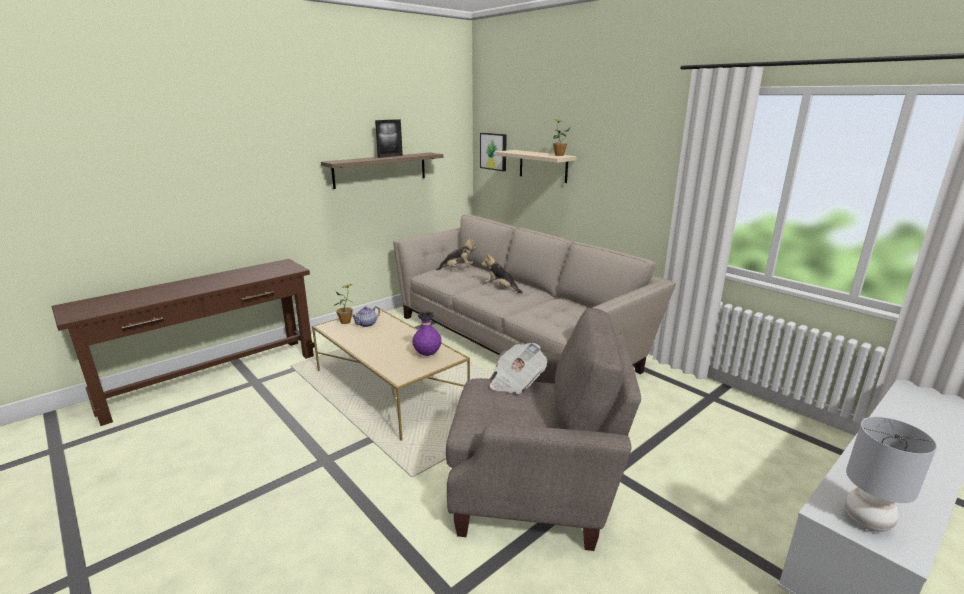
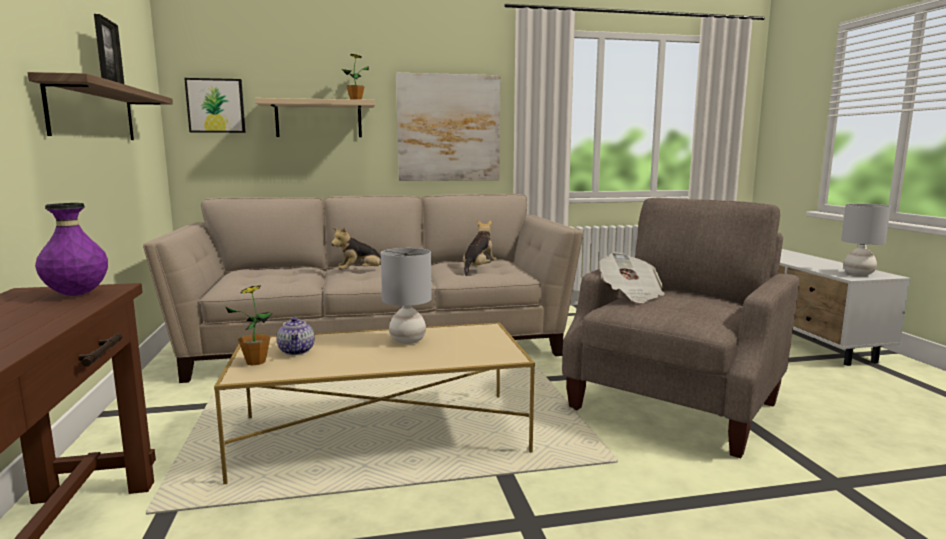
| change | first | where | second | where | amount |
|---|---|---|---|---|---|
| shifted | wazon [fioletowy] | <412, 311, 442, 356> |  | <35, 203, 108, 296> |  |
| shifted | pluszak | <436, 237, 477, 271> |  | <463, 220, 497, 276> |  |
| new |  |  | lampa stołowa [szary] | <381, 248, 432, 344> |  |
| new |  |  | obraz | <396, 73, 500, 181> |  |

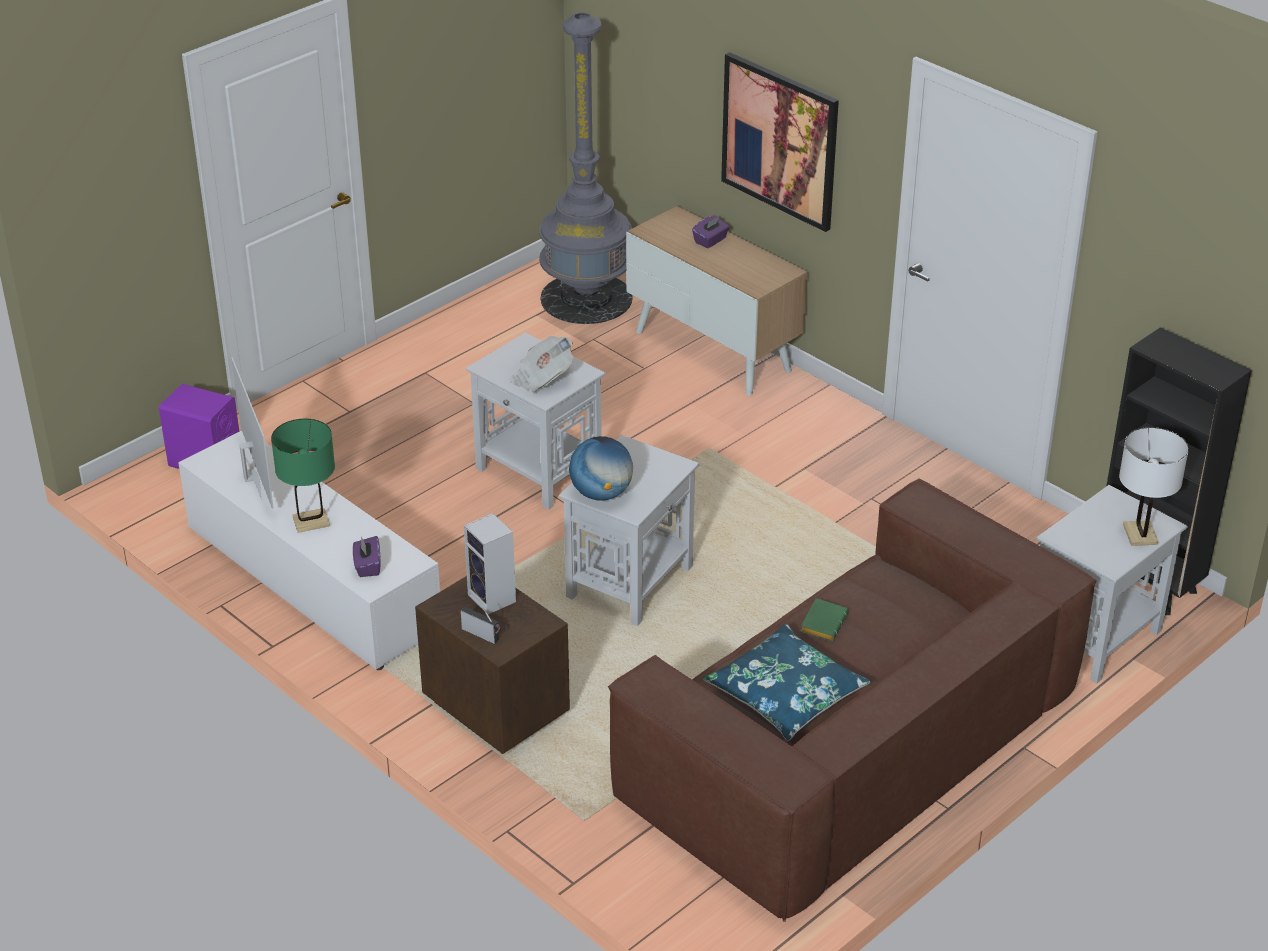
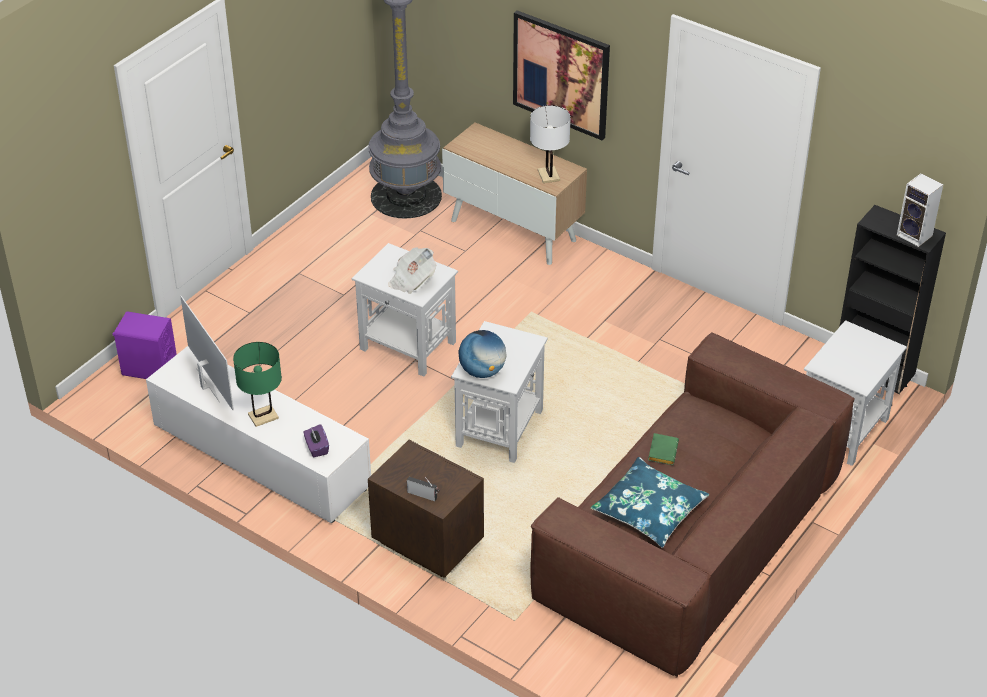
| change | first | where | second | where | amount |
|---|---|---|---|---|---|
| shifted | głośnik | <464, 513, 516, 615> |  | <897, 173, 943, 247> |  |
| gone | pudełko chusteczek [fioletowy] | <692, 215, 729, 248> |  |  |  |
| shifted | lampa stołowa [biały] | <1119, 427, 1189, 546> |  | <530, 105, 571, 183> |  |

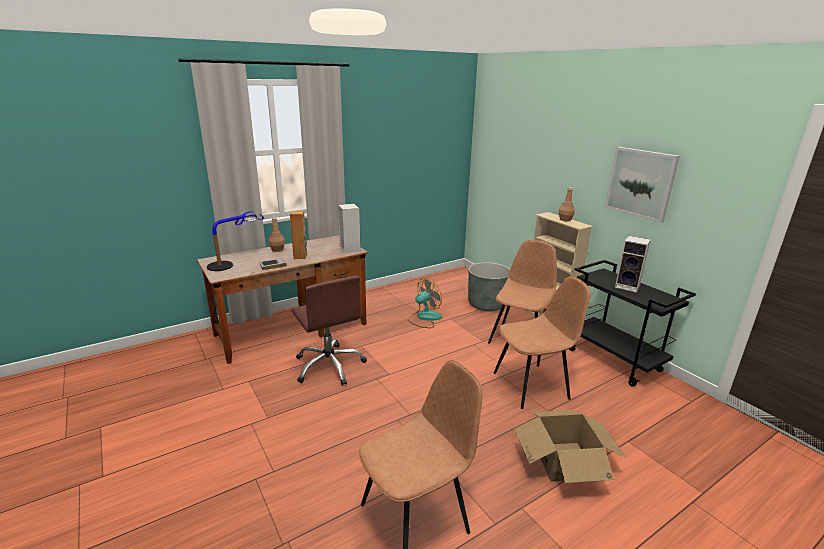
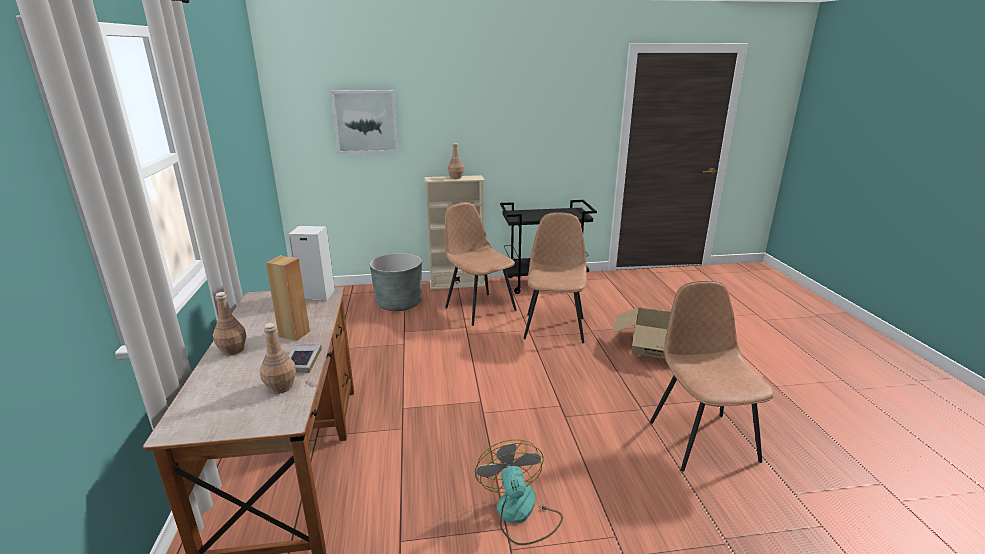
| change | first | where | second | where | amount |
|---|---|---|---|---|---|
| gone | lampa stołowa | <207, 212, 264, 271> |  |  |  |
| gone | krzesło biurowe [brązowy] | <292, 276, 367, 386> |  |  |  |
| shifted | wentylator | <408, 278, 442, 328> |  | <475, 439, 563, 545> |  |
| shifted | obraz | <605, 147, 680, 223> |  | <331, 90, 398, 154> |  |
| gone | głośnik | <615, 236, 651, 293> |  |  |  |
| new |  |  | butelka [brązowy] | <260, 323, 296, 394> |  |

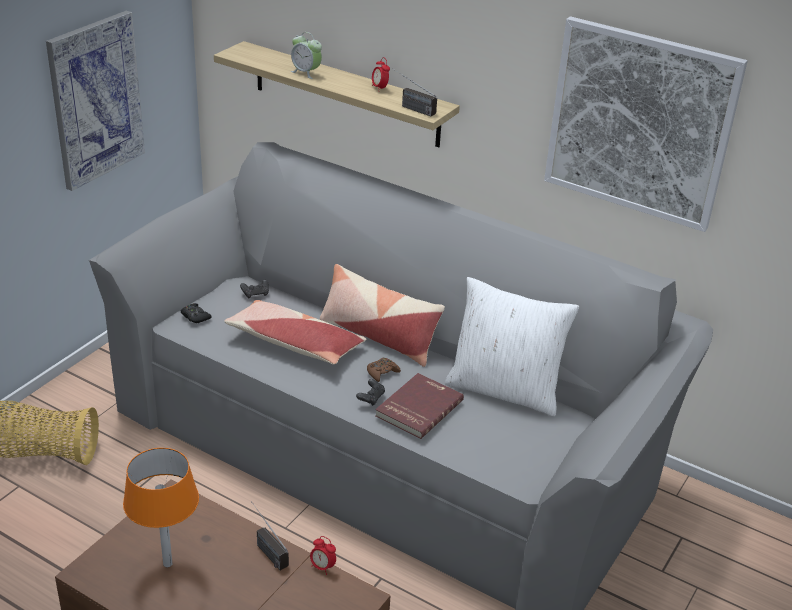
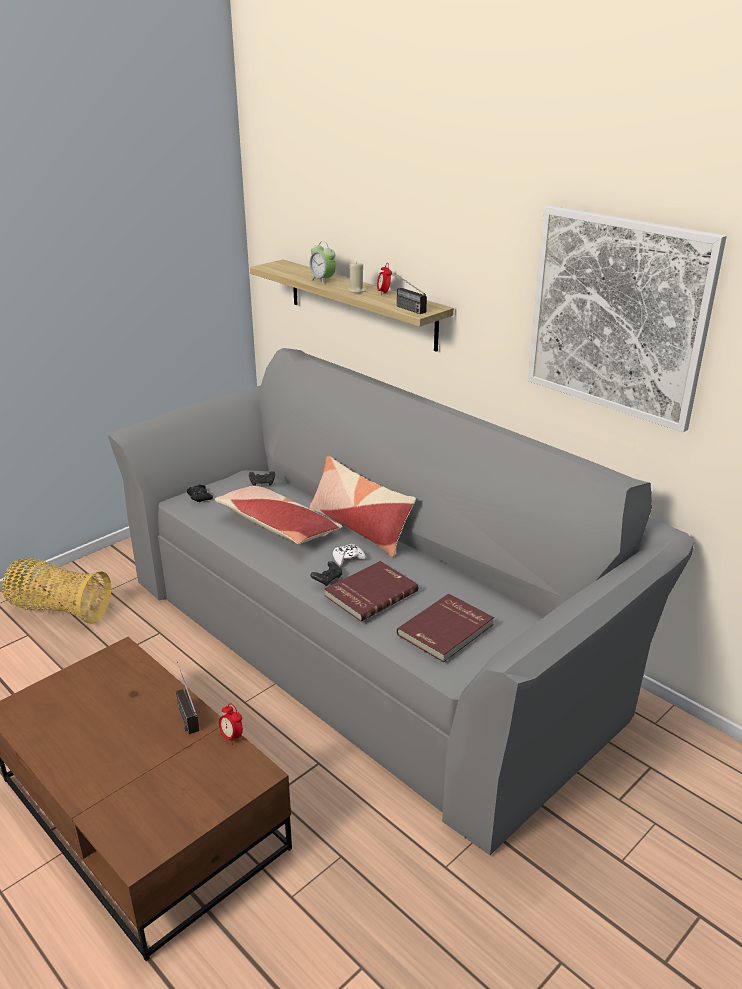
| change | first | where | second | where | amount |
|---|---|---|---|---|---|
| gone | obraz | <46, 11, 145, 191> |  |  |  |
| gone | lampa stołowa [pomarańczowy] | <123, 448, 199, 567> |  |  |  |
| repainted | pad do gier [brązowy] | <367, 357, 401, 382> | pad do gier [biały] | <333, 544, 366, 566> |  |
| gone | poduszka [biały] | <445, 277, 579, 417> |  |  |  |
| new |  |  | świeca [beżowy] | <348, 261, 366, 293> |  |
| new |  |  | książka [czerwony] | <397, 594, 494, 662> |  |

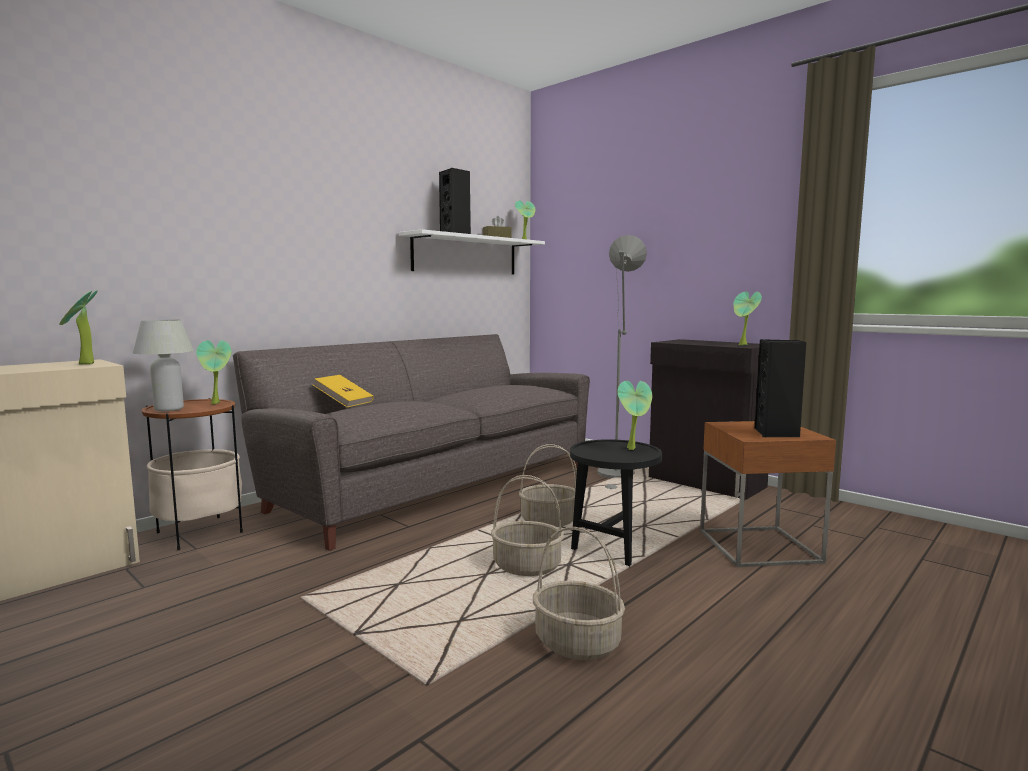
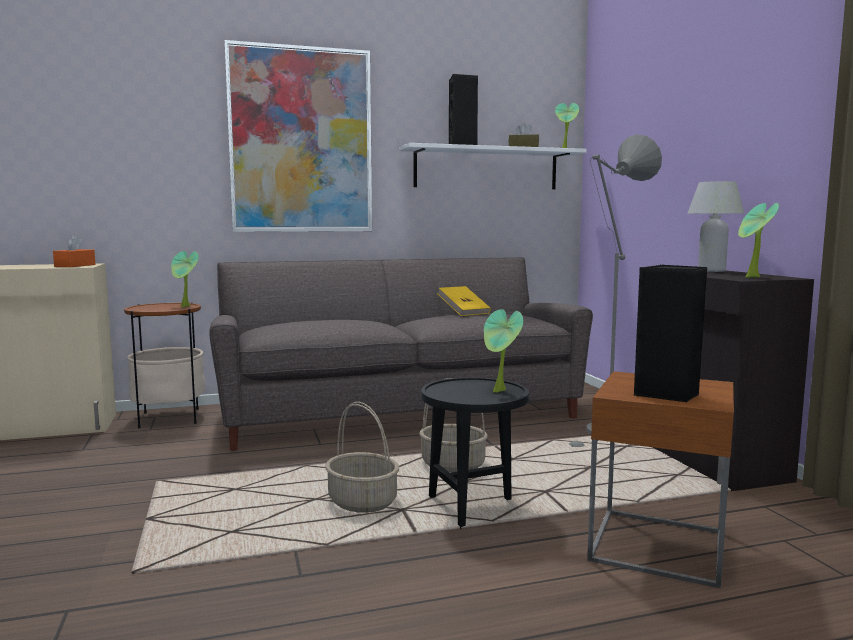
| change | first | where | second | where | amount |
|---|---|---|---|---|---|
| swapped | roślina doniczkowa | <59, 290, 98, 365> | pudełko chusteczek [pomarańczowy] | <53, 235, 95, 267> |  |
| shifted | lampa stołowa [biały] | <133, 320, 194, 411> |  | <687, 181, 744, 272> |  |
| shifted | książka [żółty] | <313, 375, 374, 407> |  | <437, 286, 491, 316> |  |
| gone | koszyk | <533, 527, 625, 660> |  |  |  |
| new |  |  | obraz | <224, 40, 372, 232> |  |

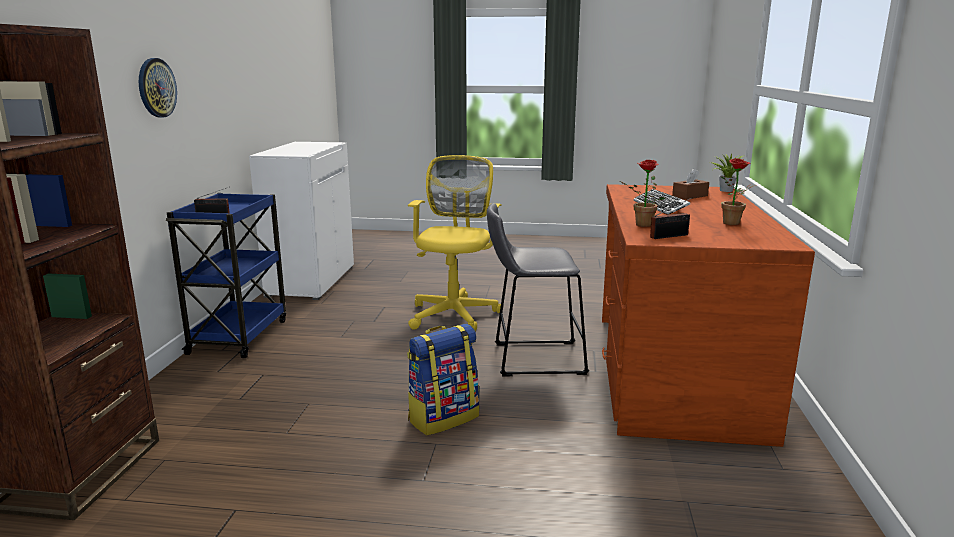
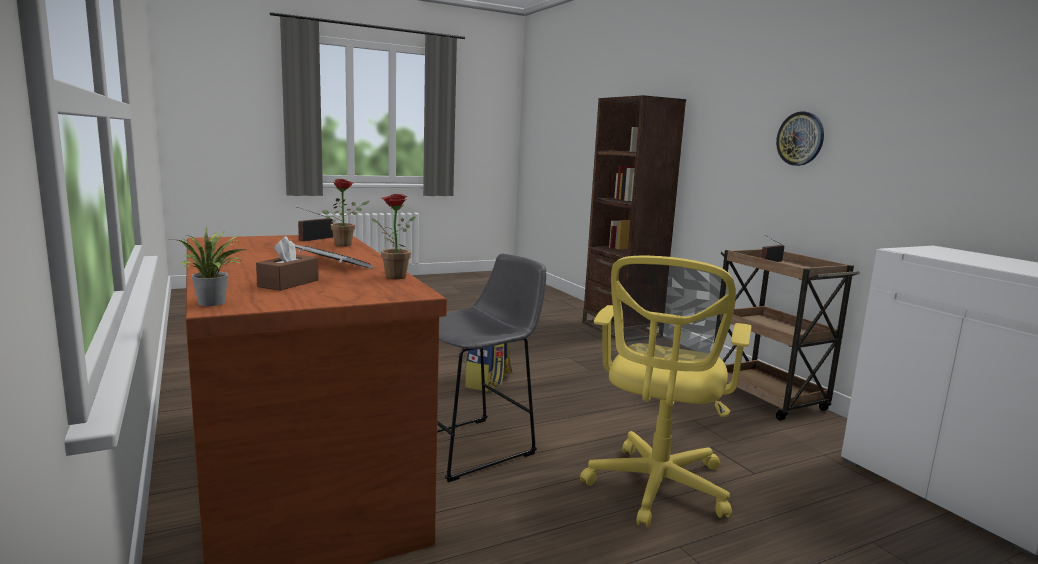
| change | first | where | second | where | amount |
|---|---|---|---|---|---|
| repainted | wózek [niebieski] | <166, 193, 286, 358> | wózek [brązowy] | <718, 249, 860, 421> |  |
| rotated | krzesło biurowe [żółty] | <408, 155, 502, 331> |  | <580, 256, 751, 528> | 45 degrees clockwise |
| shifted | roślina doniczkowa | <721, 158, 755, 225> |  | <371, 194, 415, 279> |  |

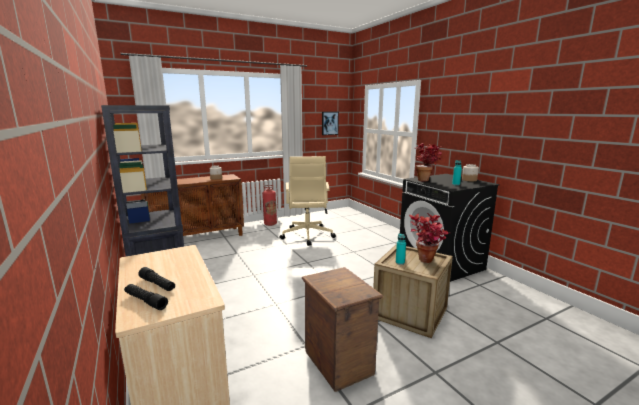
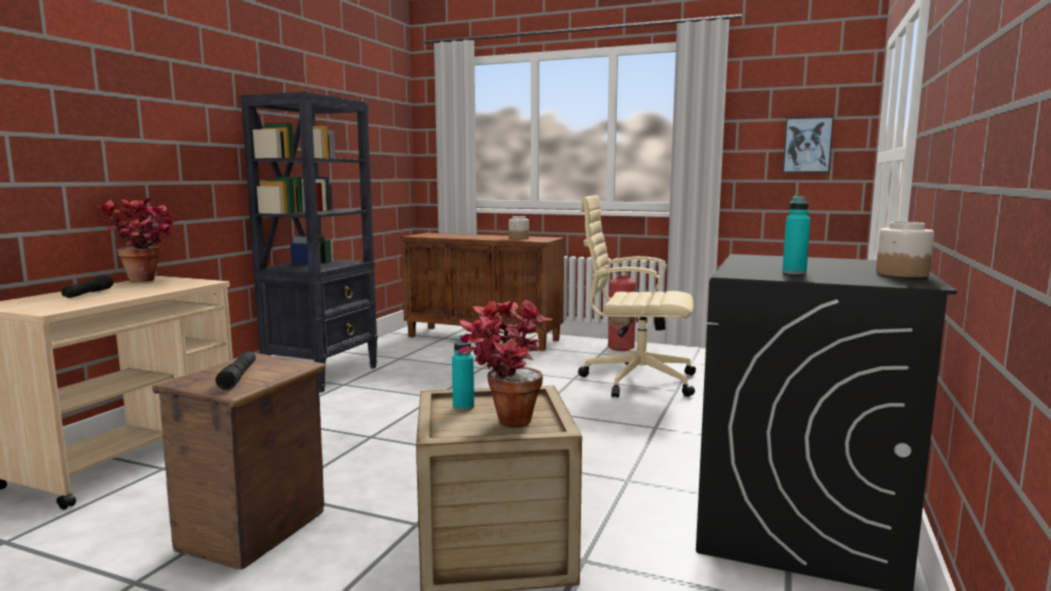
| change | first | where | second | where | amount |
|---|---|---|---|---|---|
| shifted | latarka [czarny] | <124, 284, 168, 310> |  | <216, 351, 256, 390> |  |
| rotated | krzesło biurowe [beżowy] | <280, 156, 336, 246> |  | <578, 195, 696, 397> | 60 degrees clockwise |
| shifted | roślina doniczkowa | <416, 143, 442, 182> |  | <92, 198, 180, 282> |  |

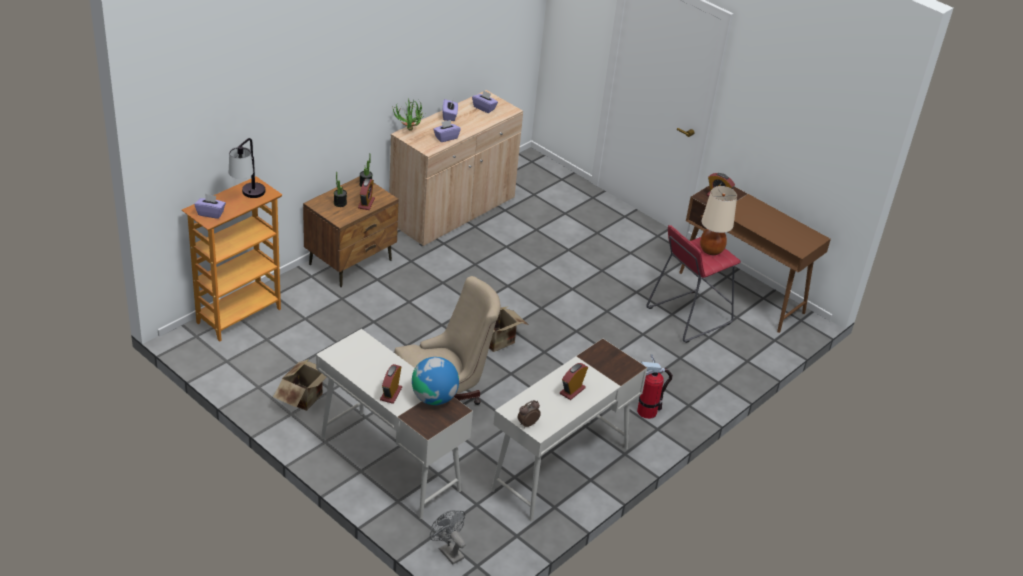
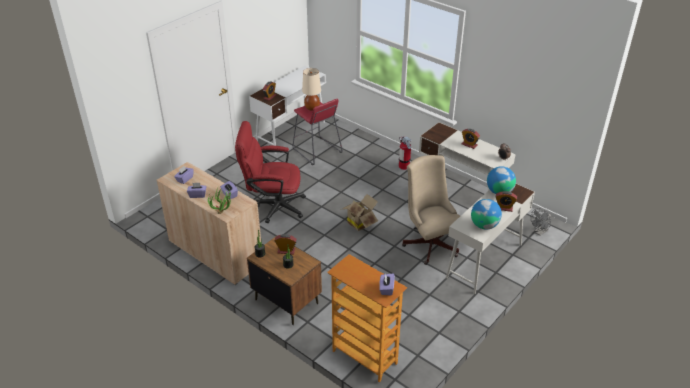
| change | first | where | second | where | amount |
|---|---|---|---|---|---|
| gone | lampa stołowa | <229, 138, 265, 198> |  |  |  |
| gone | karton | <273, 359, 326, 411> |  |  |  |
| repainted | biurko [brązowy] | <679, 186, 831, 333> | biurko [biały] | <249, 66, 326, 154> |  |
| new |  |  | krzesło biurowe [czerwony] | <235, 121, 306, 223> |  |
| new |  |  | globus | <471, 199, 502, 229> |  |

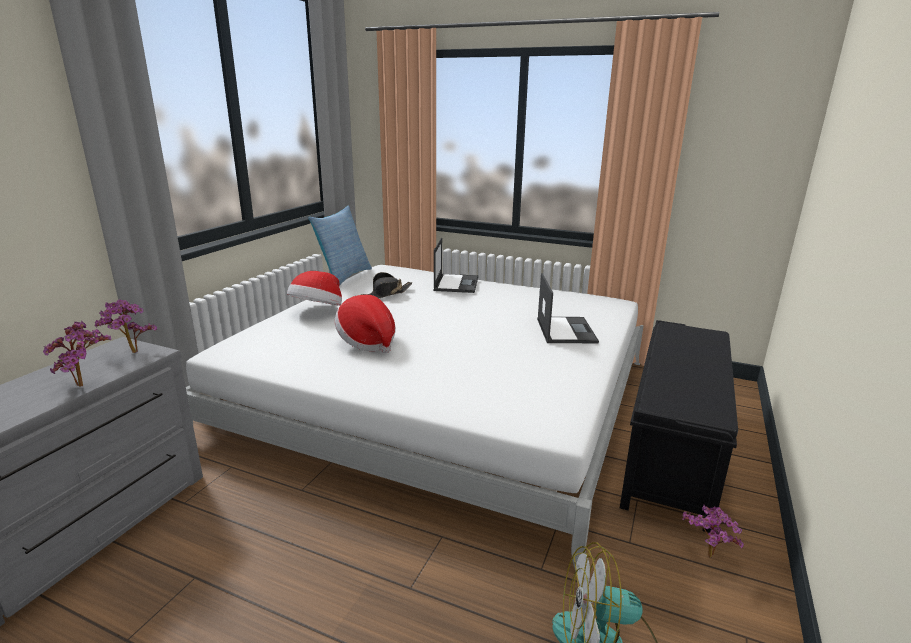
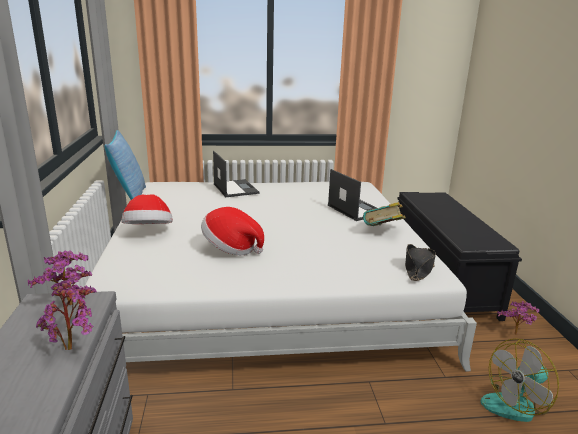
| change | first | where | second | where | amount |
|---|---|---|---|---|---|
| shifted | kapelusz [czarny] | <361, 272, 412, 298> |  | <405, 244, 436, 281> |  |
| new |  |  | książka | <363, 202, 406, 226> |  |

